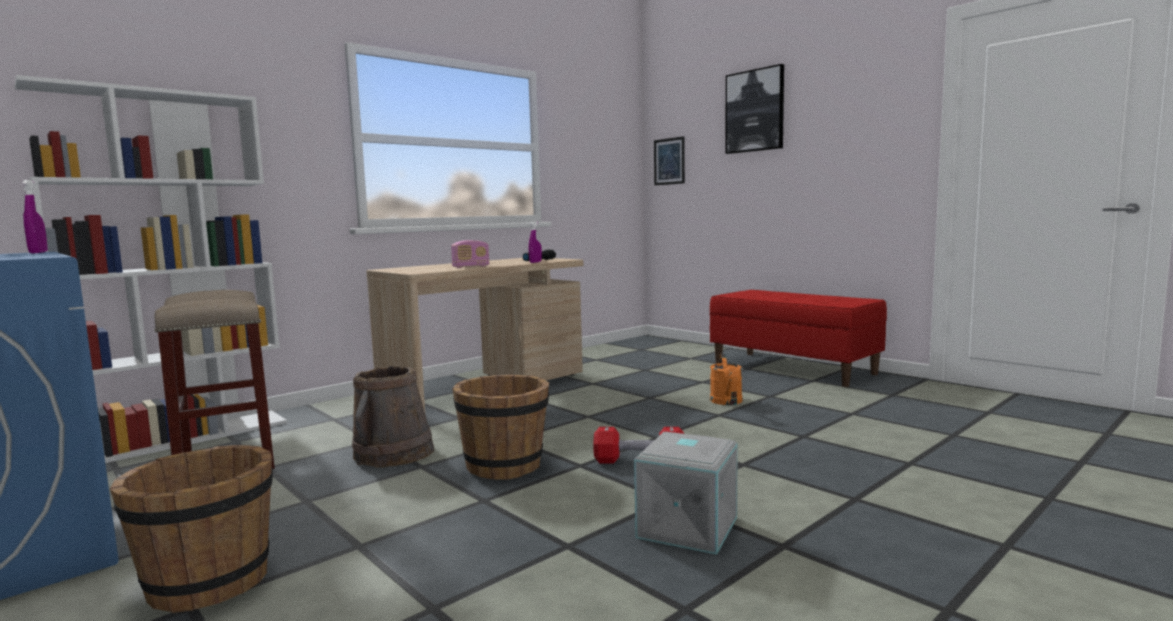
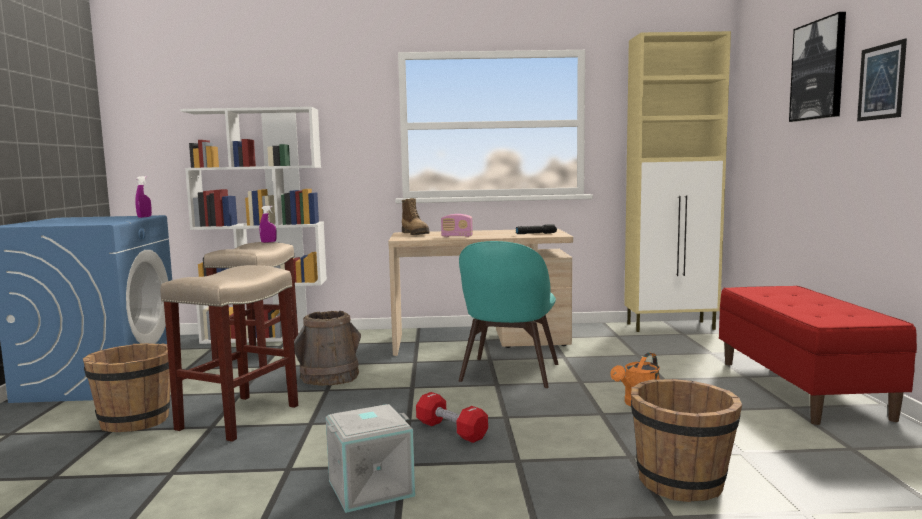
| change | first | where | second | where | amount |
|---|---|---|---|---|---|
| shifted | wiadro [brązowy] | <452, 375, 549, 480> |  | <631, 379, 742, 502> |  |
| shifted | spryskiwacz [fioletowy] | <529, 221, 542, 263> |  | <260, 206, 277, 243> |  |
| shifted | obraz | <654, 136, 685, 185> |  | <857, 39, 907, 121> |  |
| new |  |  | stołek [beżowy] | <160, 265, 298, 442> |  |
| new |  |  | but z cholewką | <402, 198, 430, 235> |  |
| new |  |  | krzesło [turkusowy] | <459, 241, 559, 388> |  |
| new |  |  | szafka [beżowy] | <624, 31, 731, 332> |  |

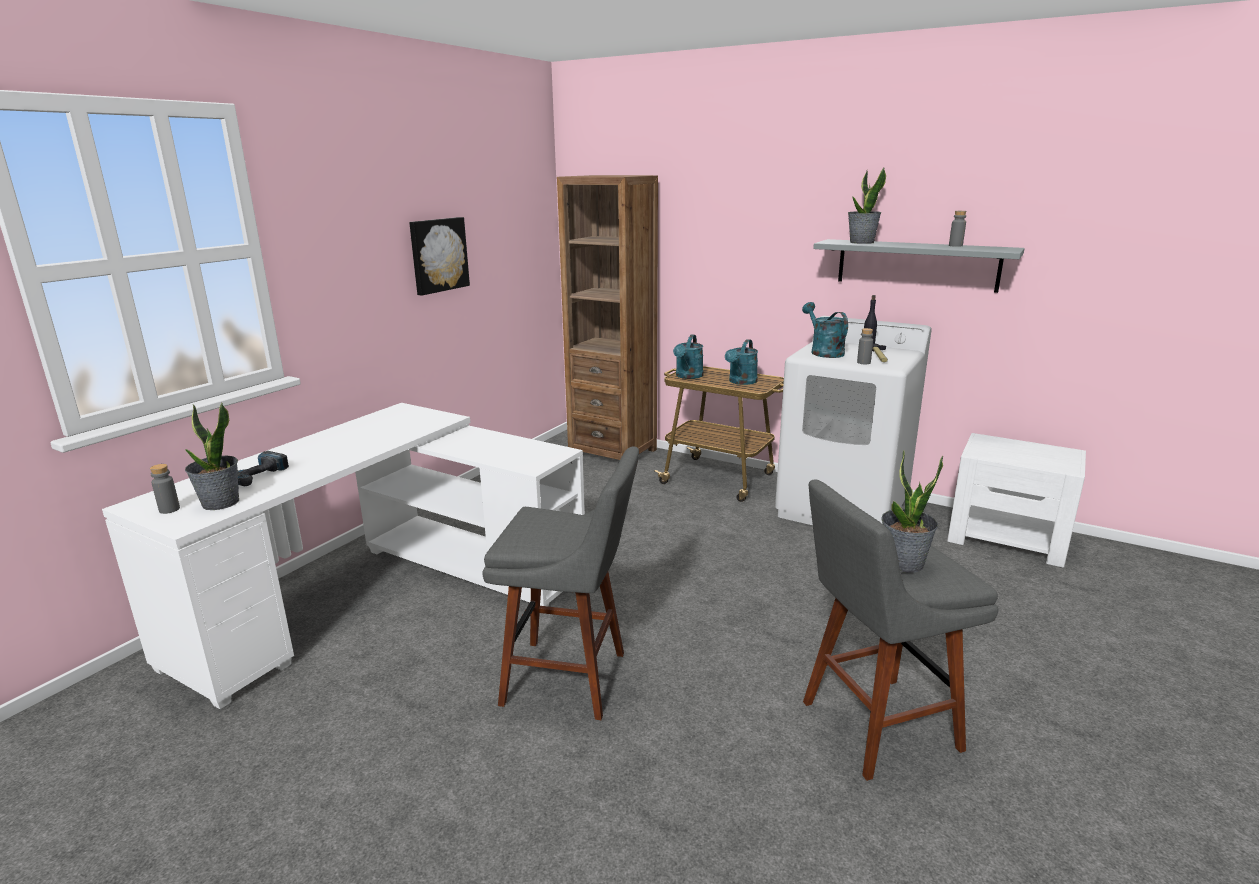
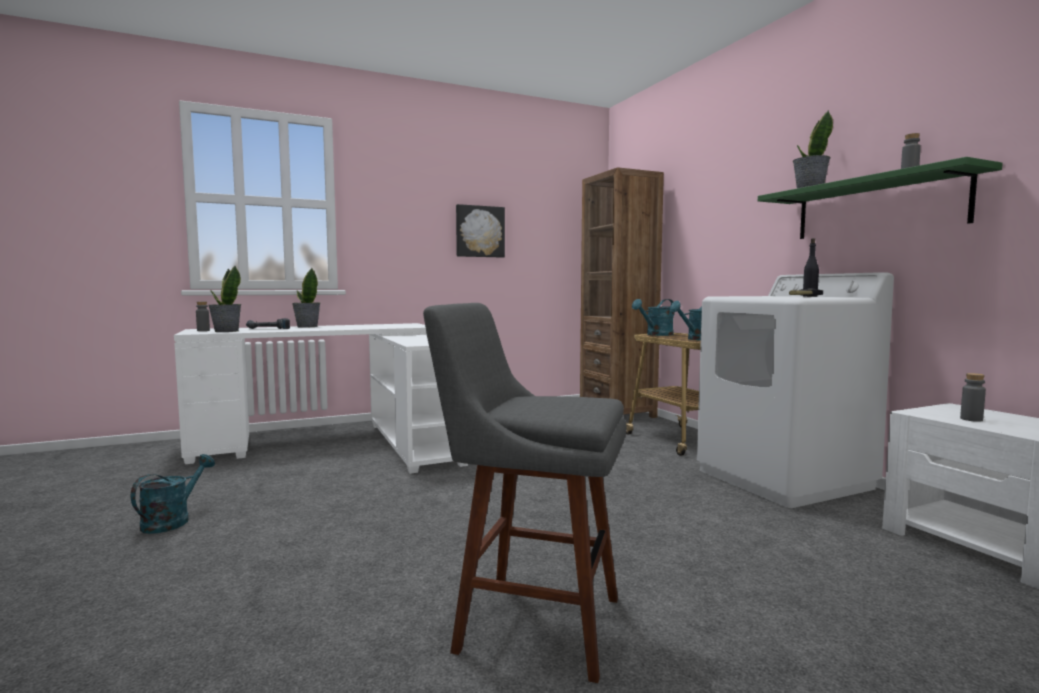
| change | first | where | second | where | amount |
|---|---|---|---|---|---|
| gone | stołek [szary] | <482, 446, 639, 720> |  |  |  |
| shifted | konewka [turkusowy] | <802, 302, 848, 358> |  | <131, 454, 215, 534> |  |
| repainted | półka [szary] | <813, 239, 1025, 293> | półka [zielony] | <758, 157, 1003, 239> |  |
| shifted | butelka [szary] | <857, 328, 873, 364> |  | <960, 373, 986, 422> |  |
| shifted | roślina doniczkowa | <881, 450, 943, 573> |  | <292, 268, 320, 328> |  |

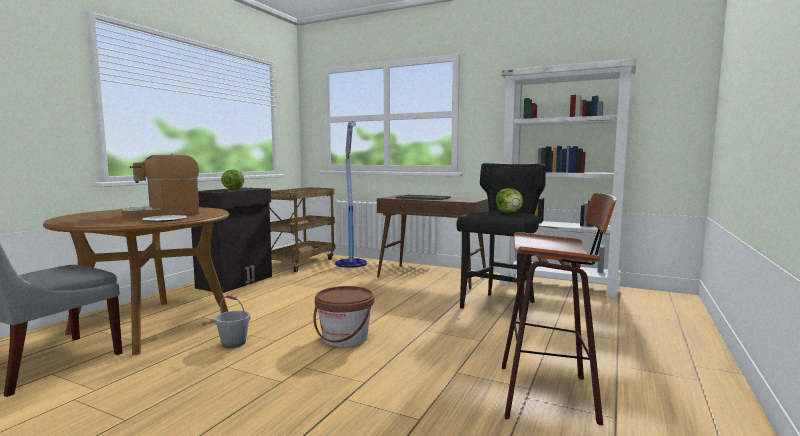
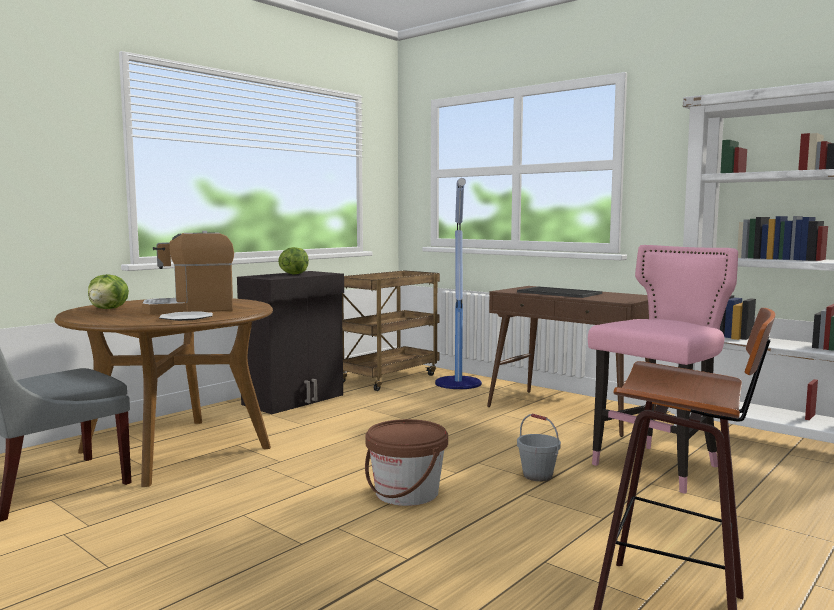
| change | first | where | second | where | amount |
|---|---|---|---|---|---|
| shifted | wiadro [szary] | <215, 295, 251, 348> |  | <517, 414, 561, 481> |  |
| repainted | stołek [czarny] | <457, 163, 546, 320> | stołek [różowy] | <588, 245, 738, 494> |  |
| shifted | sałata | <496, 188, 523, 213> |  | <88, 274, 129, 309> |  |

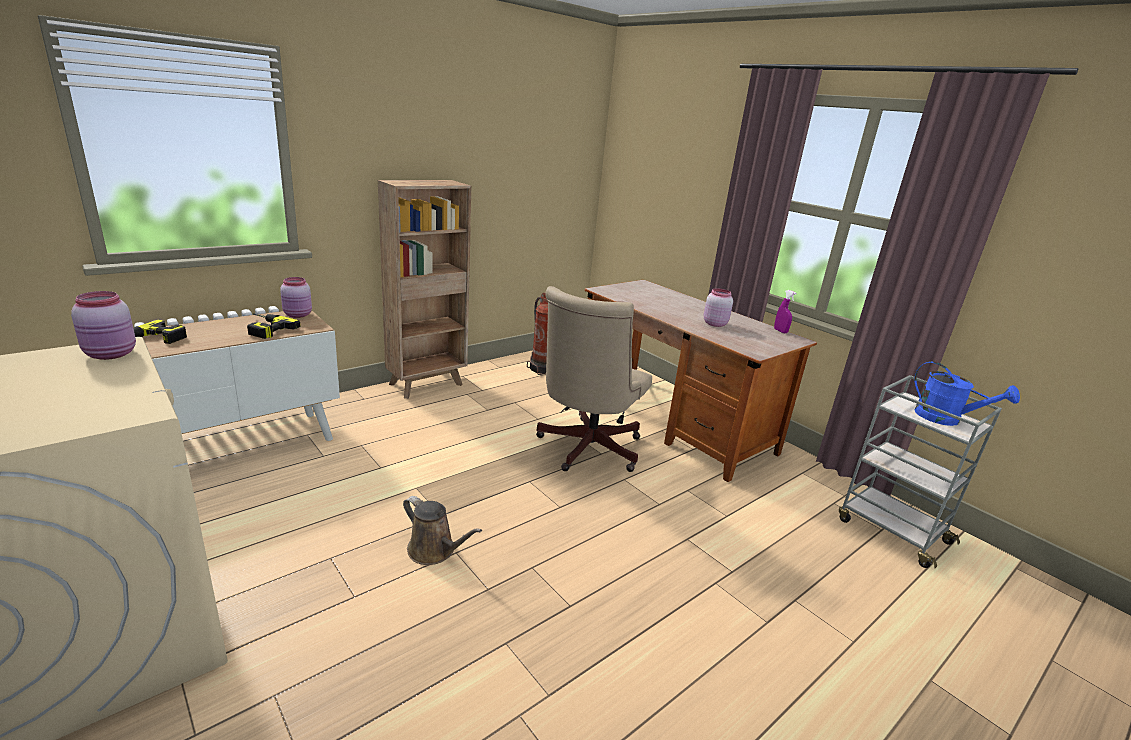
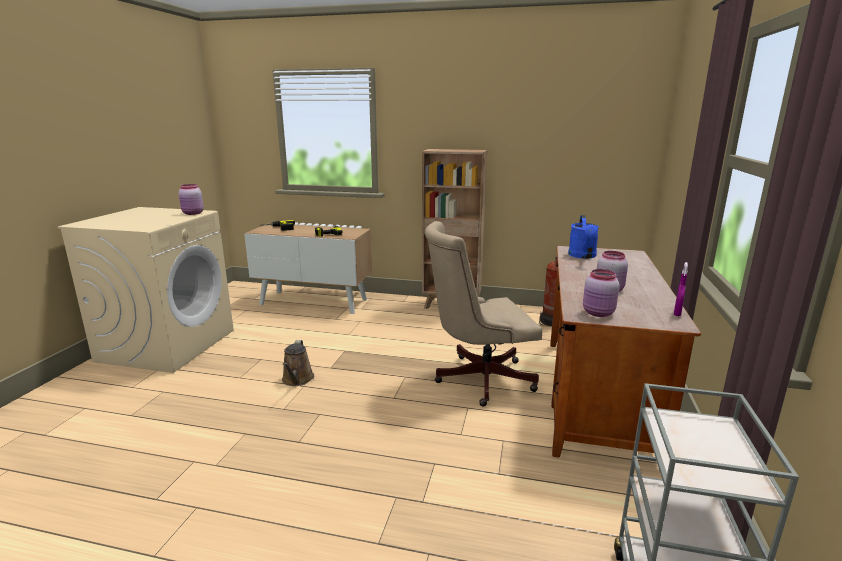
| change | first | where | second | where | amount |
|---|---|---|---|---|---|
| shifted | słoik [różowy] | <280, 277, 312, 318> |  | <583, 269, 619, 317> |  |
| shifted | konewka [niebieski] | <914, 361, 1020, 426> |  | <568, 215, 599, 259> |  |

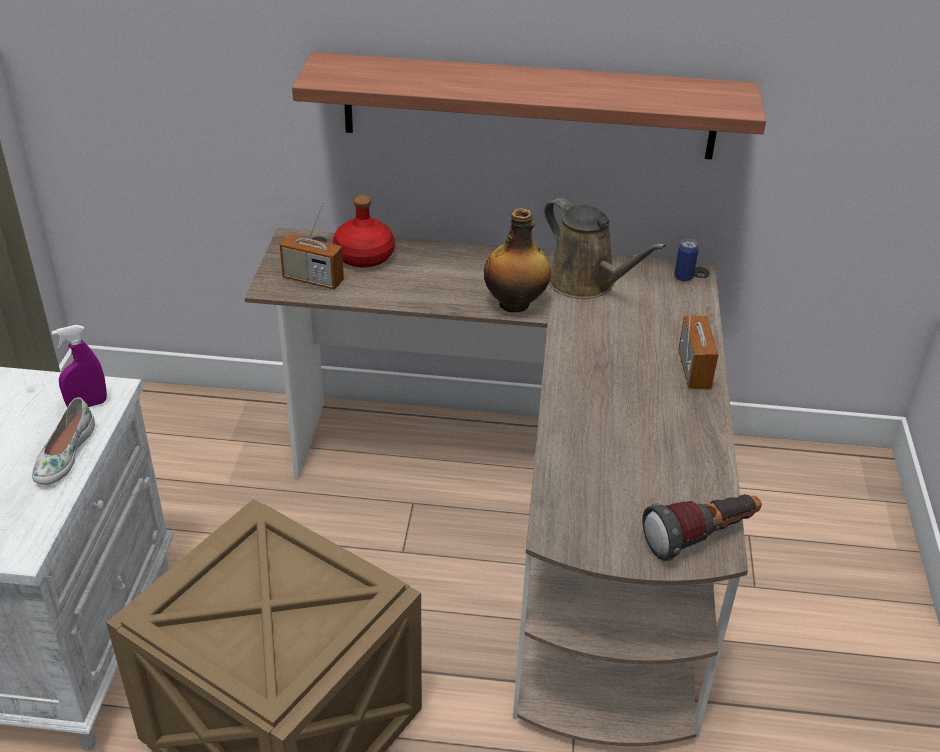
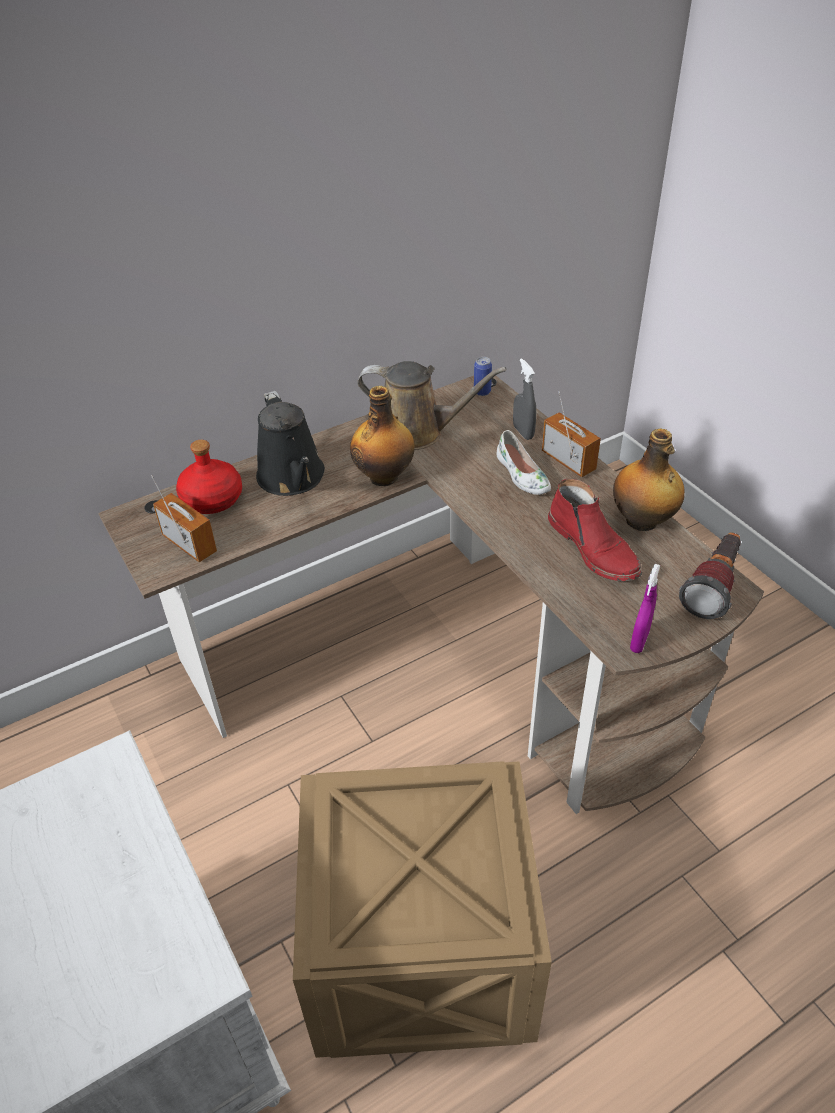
| change | first | where | second | where | amount |
|---|---|---|---|---|---|
| shifted | but [biały] | <32, 397, 95, 485> |  | <497, 430, 551, 495> |  |
| shifted | spryskiwacz [fioletowy] | <51, 325, 107, 407> |  | <630, 564, 660, 653> |  |
| rotated | radio | <280, 201, 344, 290> |  | <151, 475, 217, 562> | 120 degrees counterclockwise |
| gone | półka | <292, 52, 766, 159> |  |  |  |
| new |  |  | konewka [czarny] | <256, 391, 325, 496> |  |
| new |  |  | spryskiwacz [szary] | <513, 358, 536, 440> |  |
| new |  |  | but z cholewką [czerwony] | <548, 479, 642, 582> |  |
| new |  |  | butelka | <613, 428, 685, 531> |  |

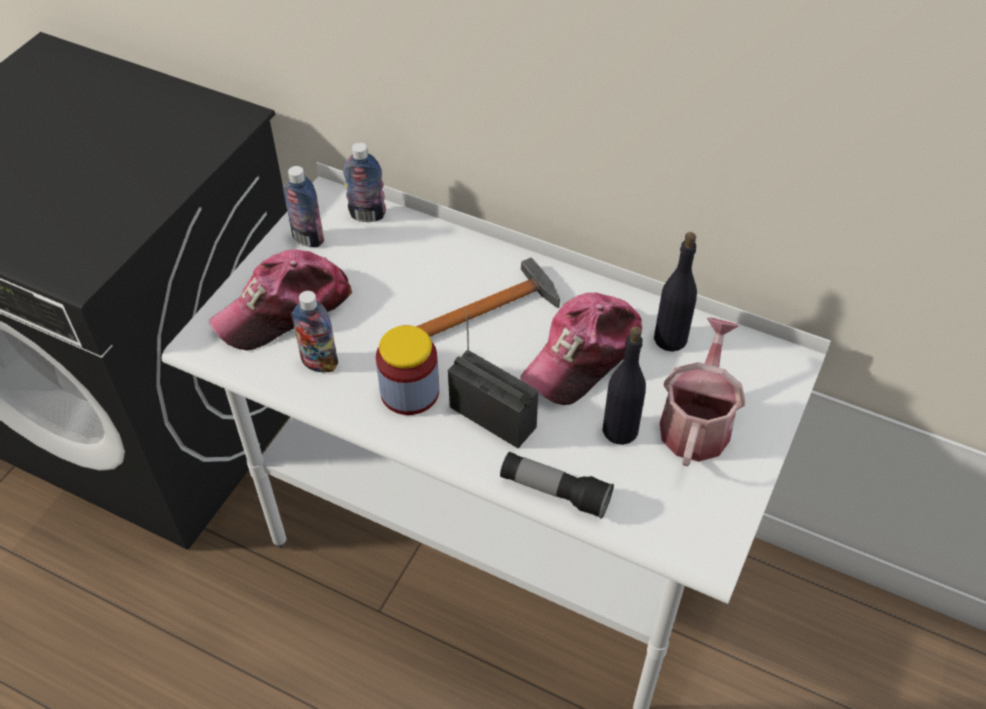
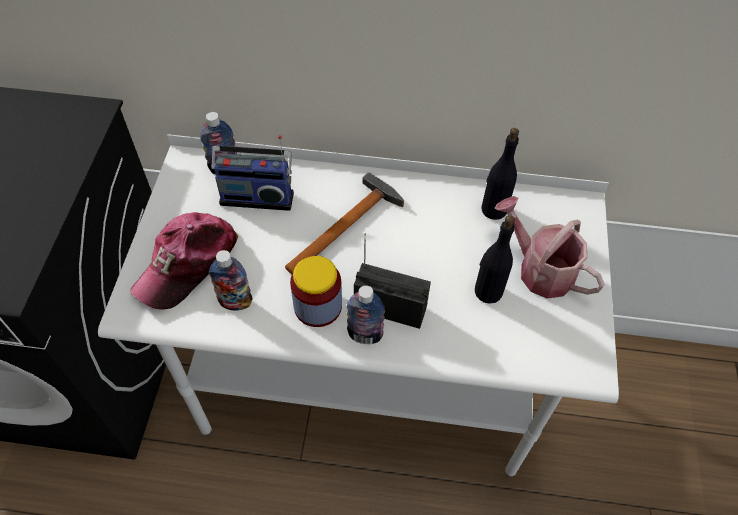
| change | first | where | second | where | amount |
|---|---|---|---|---|---|
| shifted | butelka | <283, 166, 324, 247> |  | <347, 285, 385, 344> |  |
| gone | latarka | <500, 452, 614, 519> |  |  |  |
| gone | czapka z daszkiem | <520, 293, 642, 405> |  |  |  |
| rotated | konewka | <660, 318, 746, 466> |  | <495, 196, 605, 299> | 45 degrees counterclockwise |
| new |  |  | radio | <211, 135, 294, 211> |  |

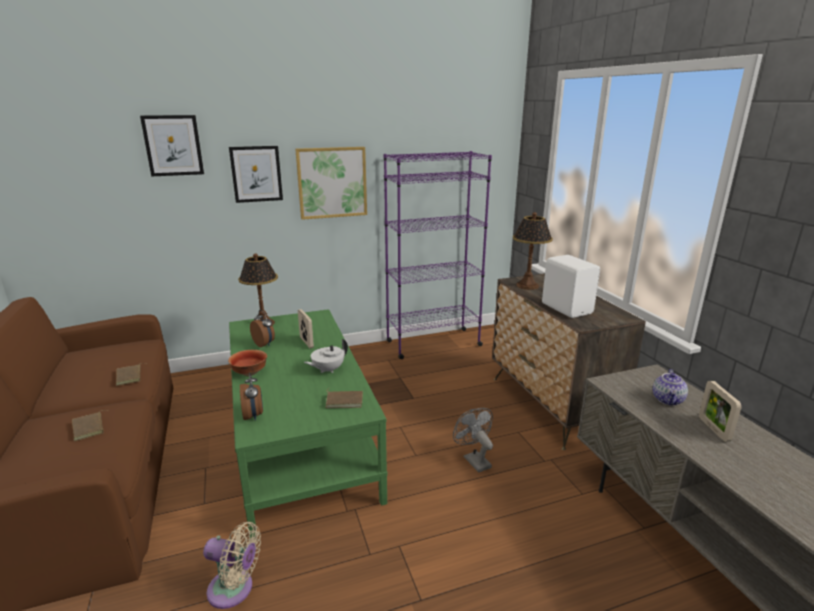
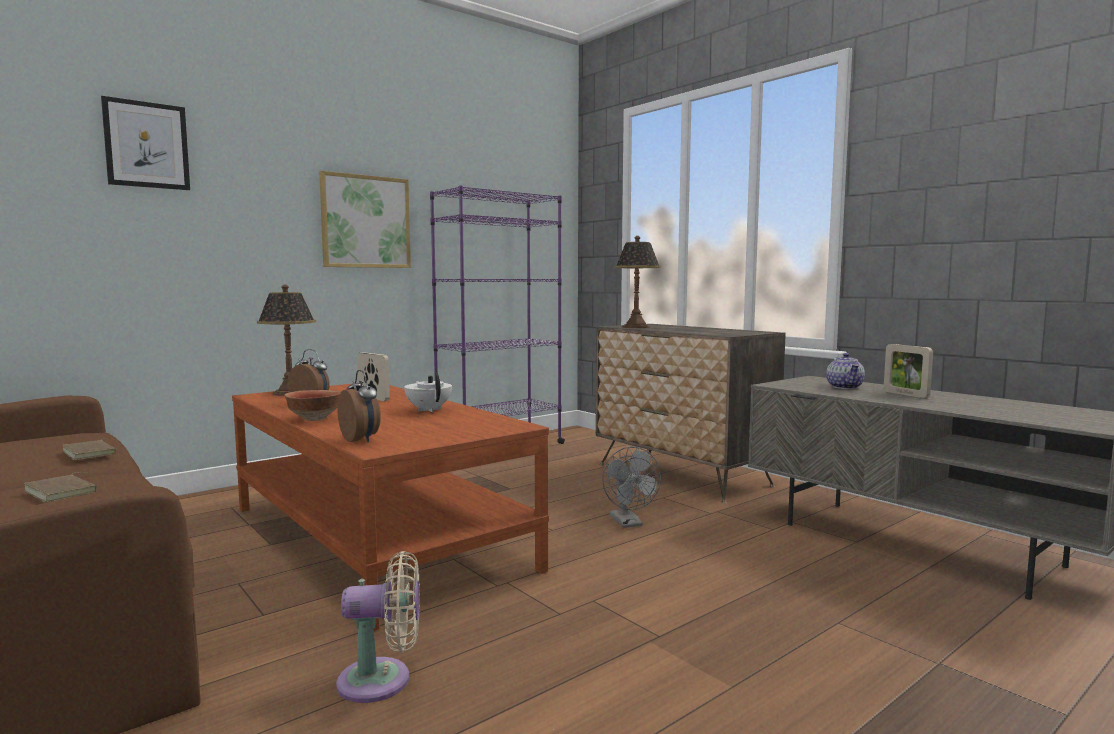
| change | first | where | second | where | amount |
|---|---|---|---|---|---|
| gone | obraz | <229, 146, 283, 203> |  |  |  |
| repainted | ława [zielony] | <229, 309, 387, 538> | ława [brązowy] | <232, 384, 549, 631> |  |
| rotated | imbryk [biały] | <304, 339, 348, 373> |  | <404, 372, 452, 412> | 120 degrees clockwise |
| gone | książka [brązowy] | <325, 388, 363, 408> |  |  |  |
| rotated | wentylator [szary] | <453, 408, 493, 473> |  | <603, 446, 661, 528> | 150 degrees counterclockwise |
| gone | głośnik [biały] | <542, 255, 600, 318> |  |  |  |

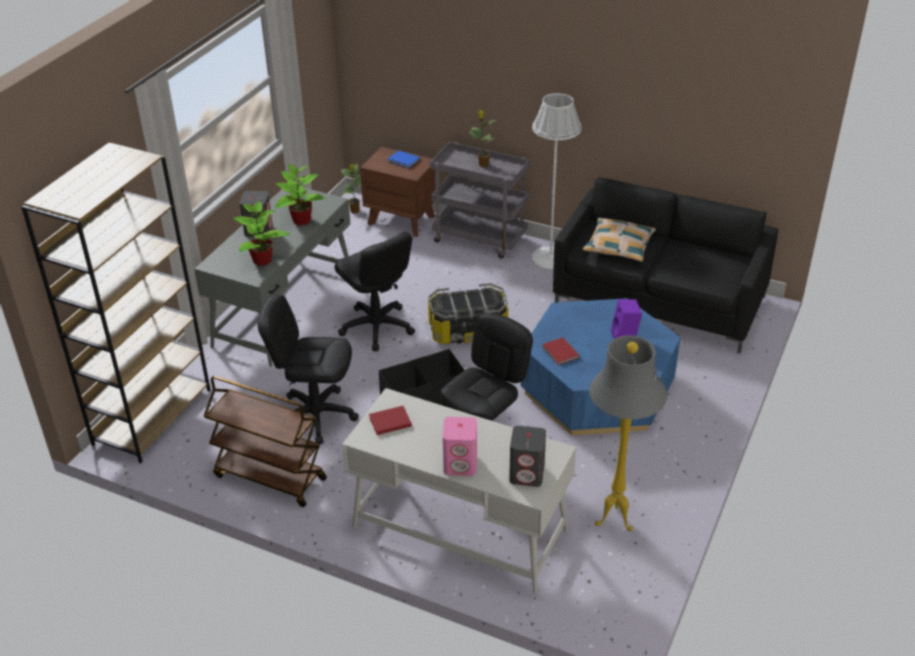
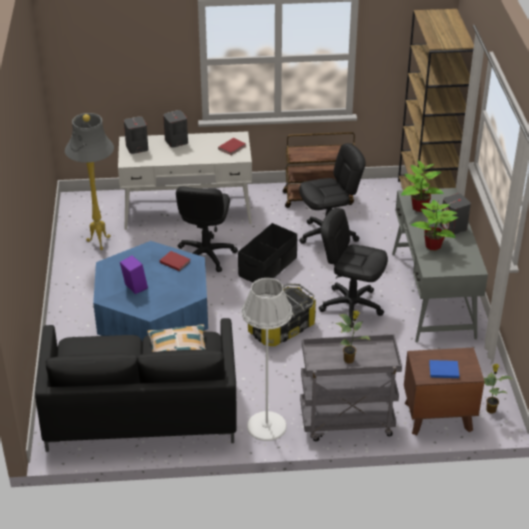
| change | first | where | second | where | amount |
|---|---|---|---|---|---|
| repainted | głośnik [różowy] | <443, 417, 477, 476> | głośnik [szary] | <163, 110, 188, 148> |  |

